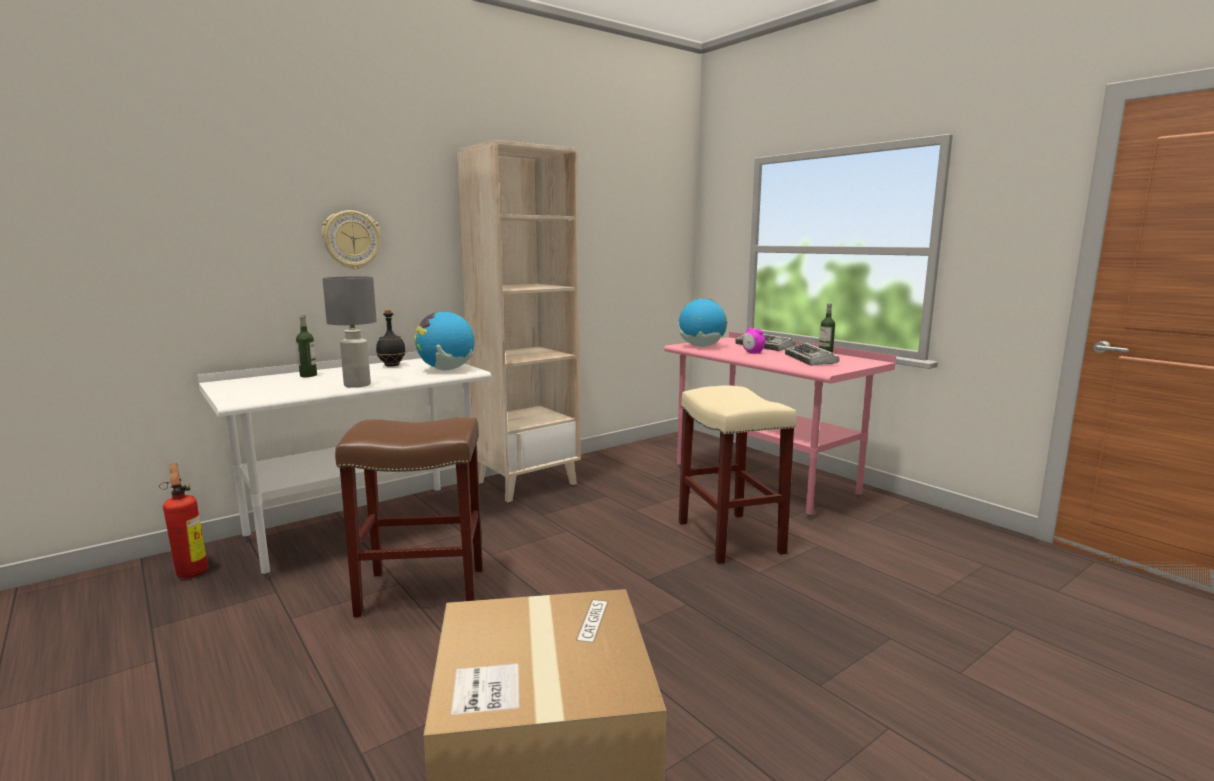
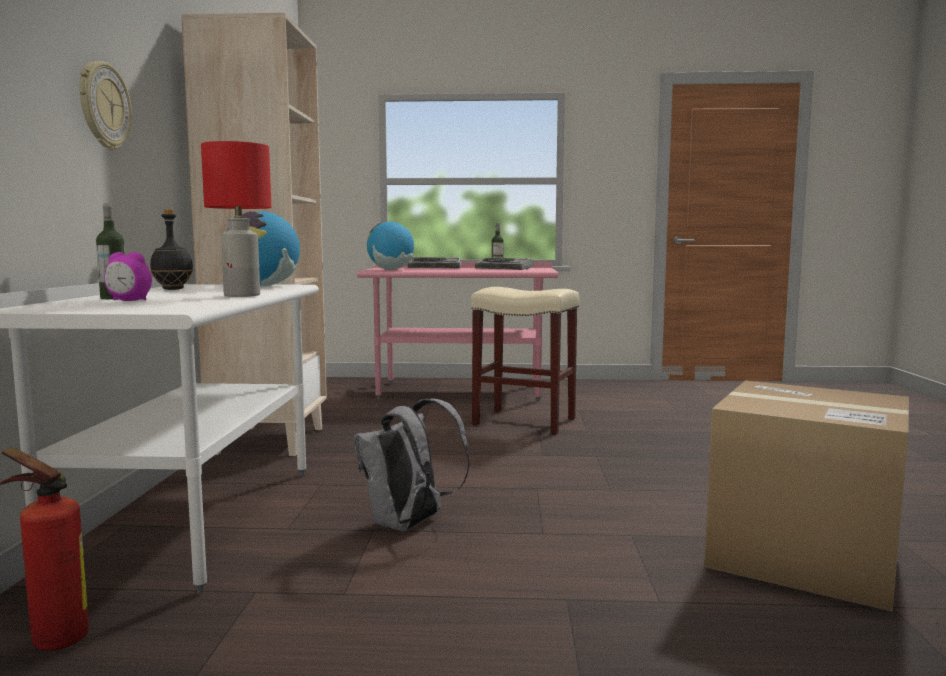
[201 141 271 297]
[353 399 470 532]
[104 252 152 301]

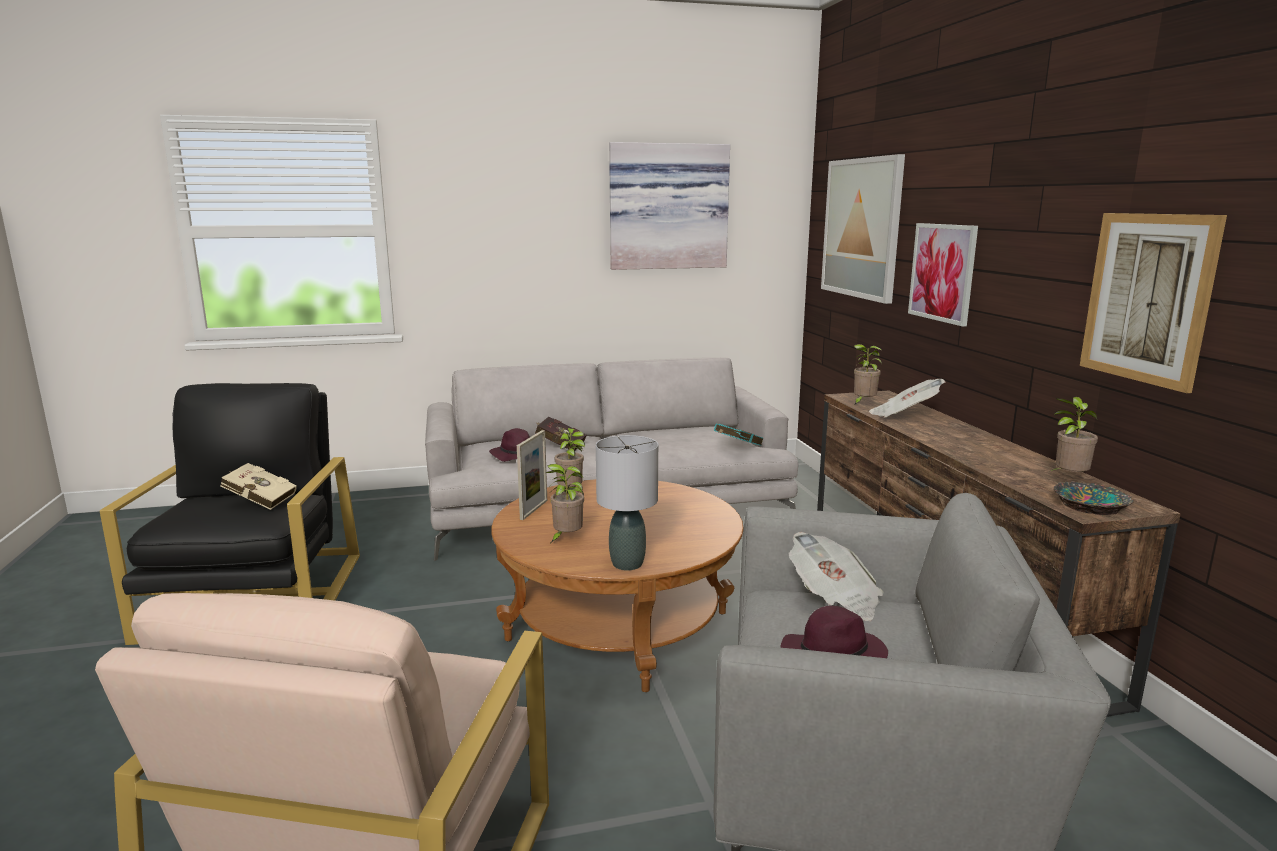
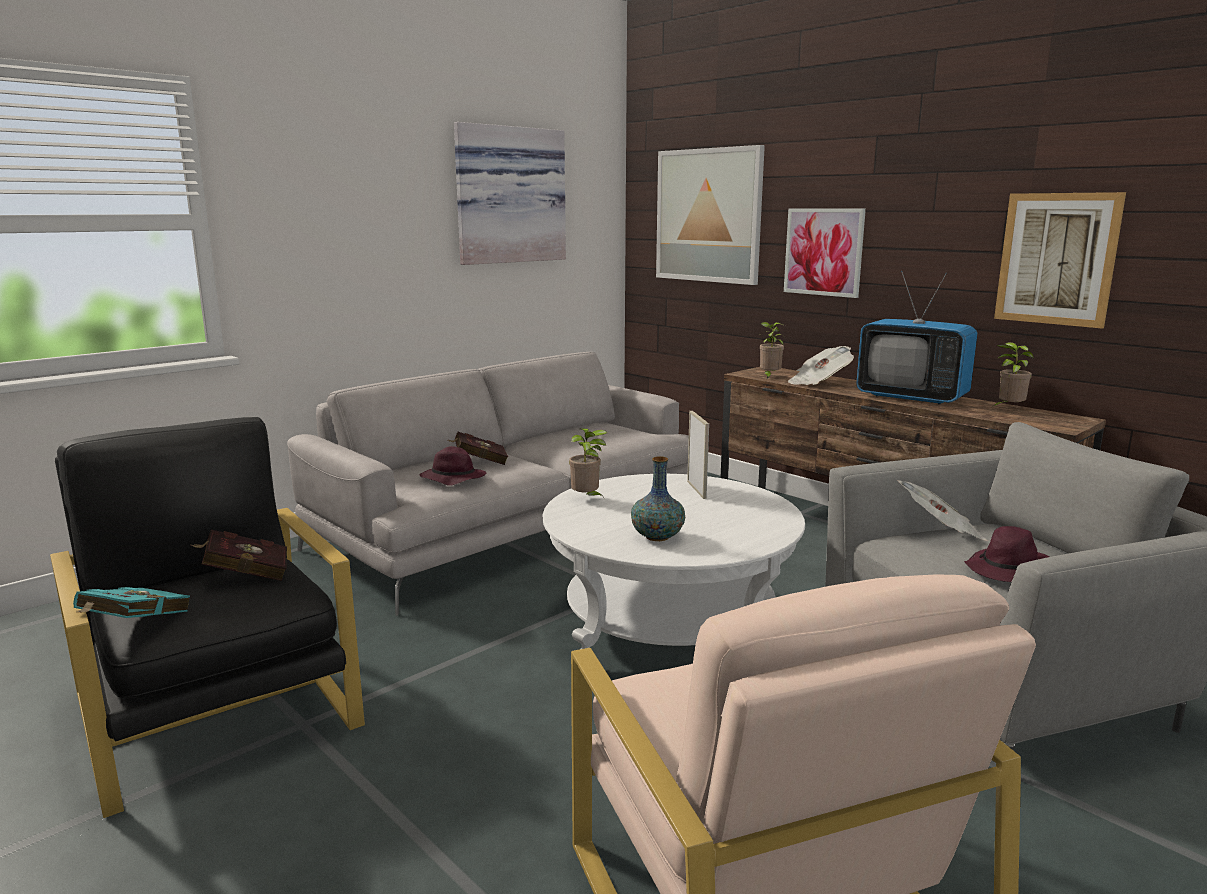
[192 530 287 581]
[543 474 805 649]
[687 411 709 499]
[631 456 685 541]
[596 435 658 570] (first image)
[73 587 190 618]
[1054 481 1134 515] (first image)
[856 271 977 404]

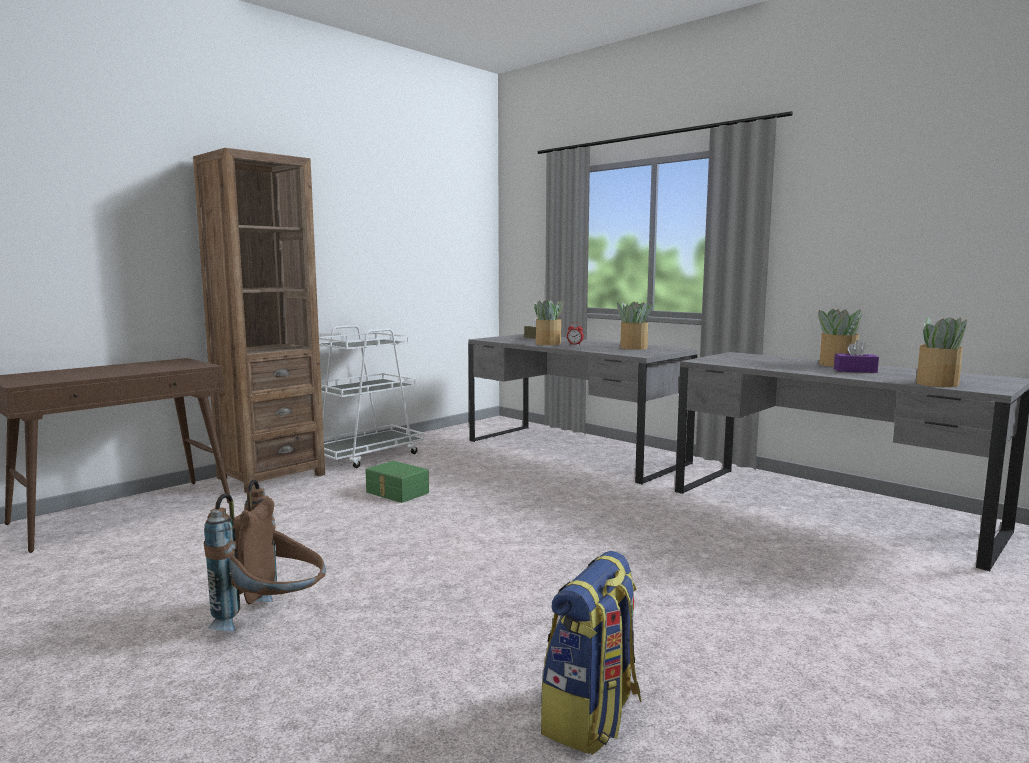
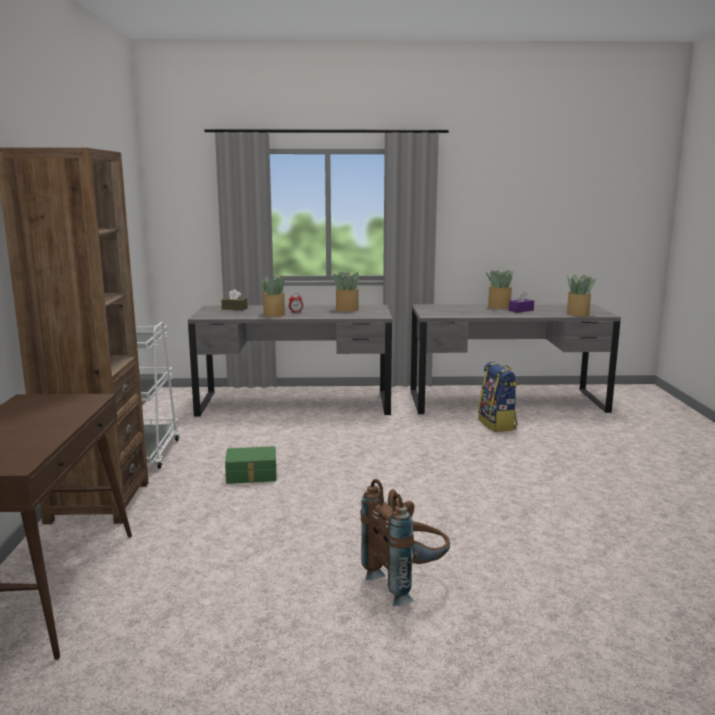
[478 362 518 432]

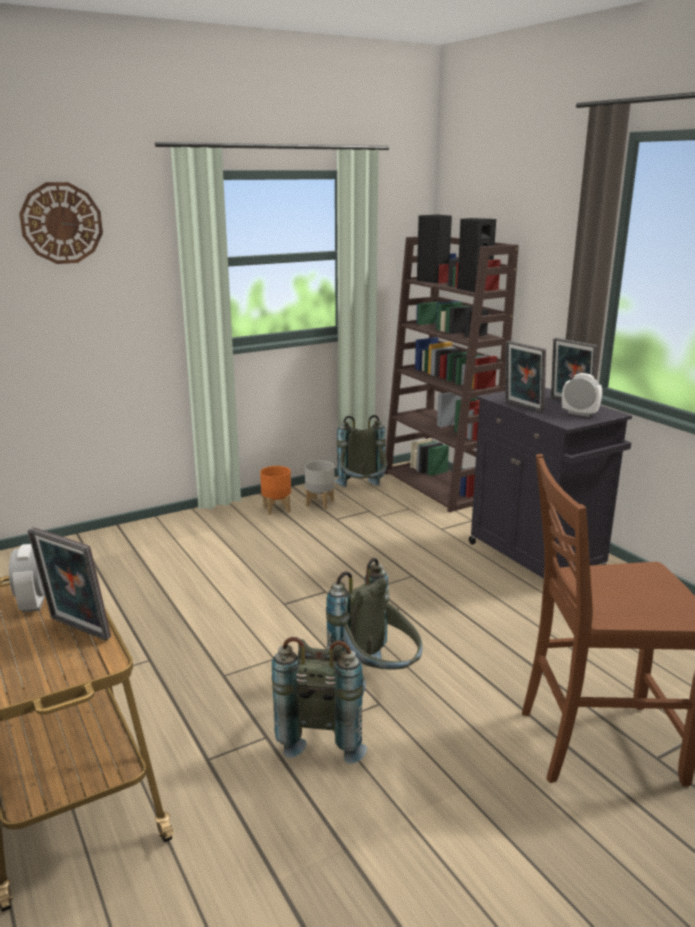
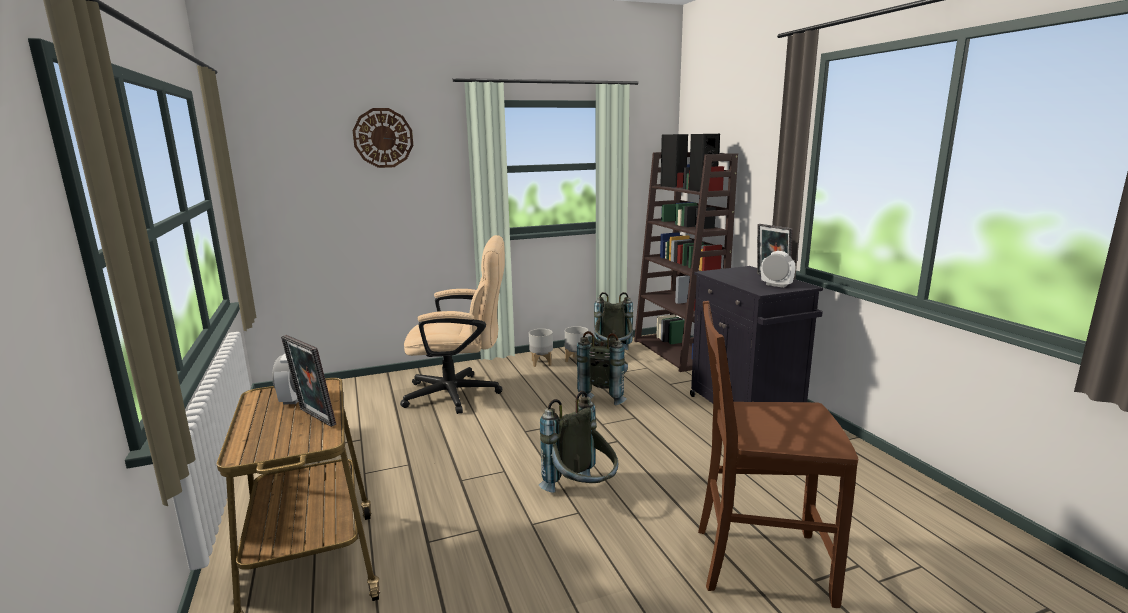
[529 329 553 367]
[577 331 628 405]
[505 341 546 412] (first image)
[400 235 505 414]

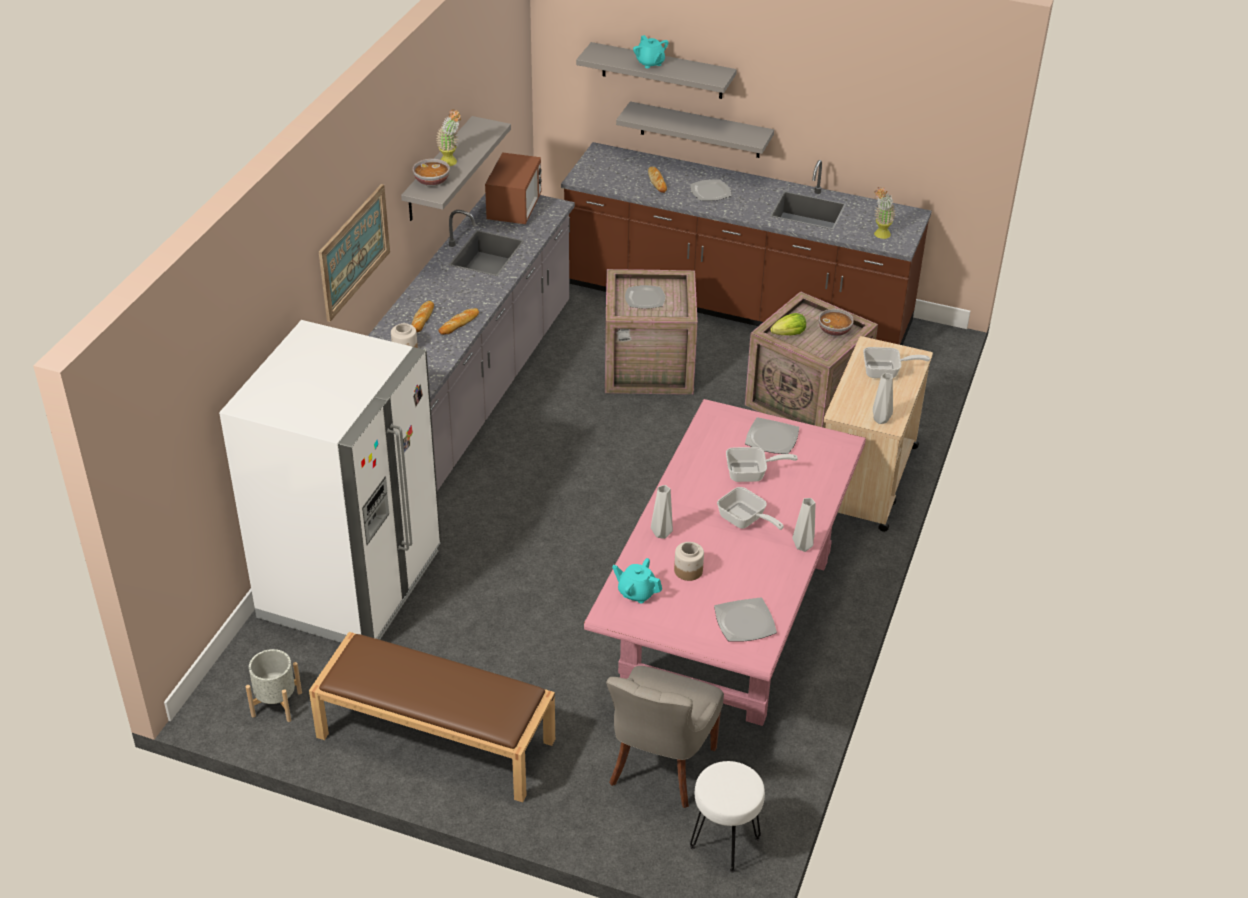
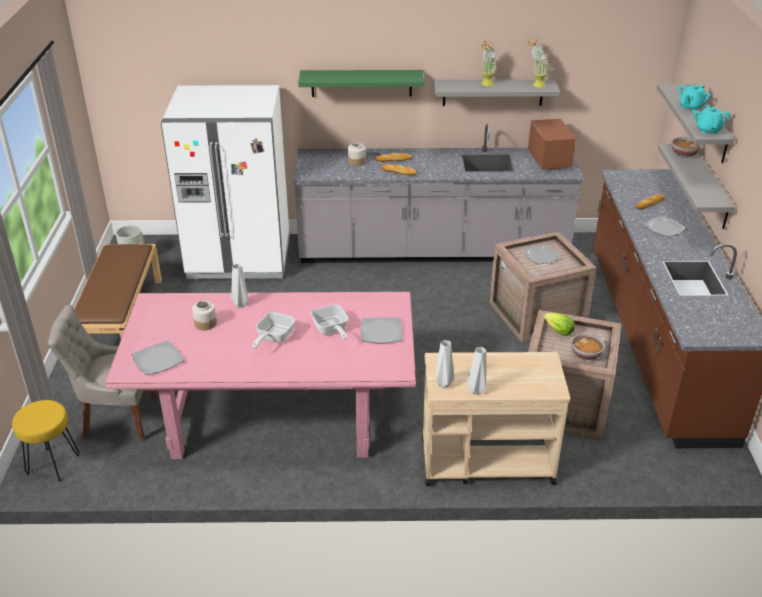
[298 70 424 97]
[671 137 701 158]
[528 119 576 170]
[694 105 731 134]
[12 400 80 481]
[467 347 486 395]
[863 347 930 378] (first image)
[528 38 549 88]

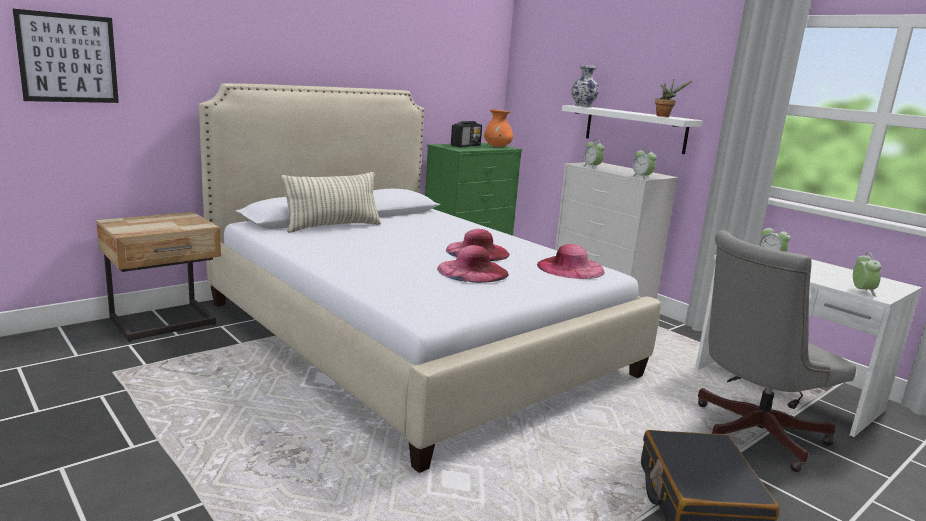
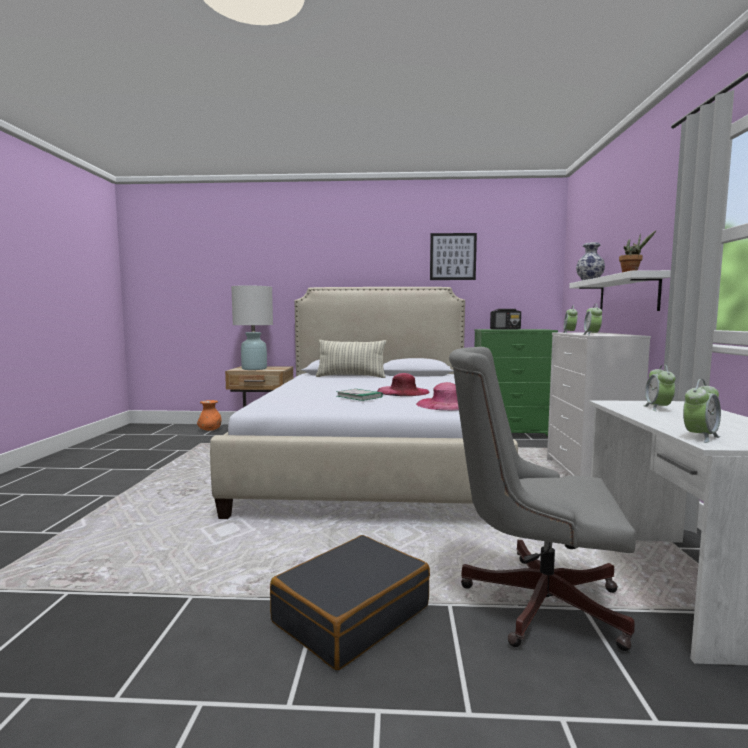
[430 233 477 280]
[337 389 383 401]
[197 400 221 431]
[231 285 273 370]

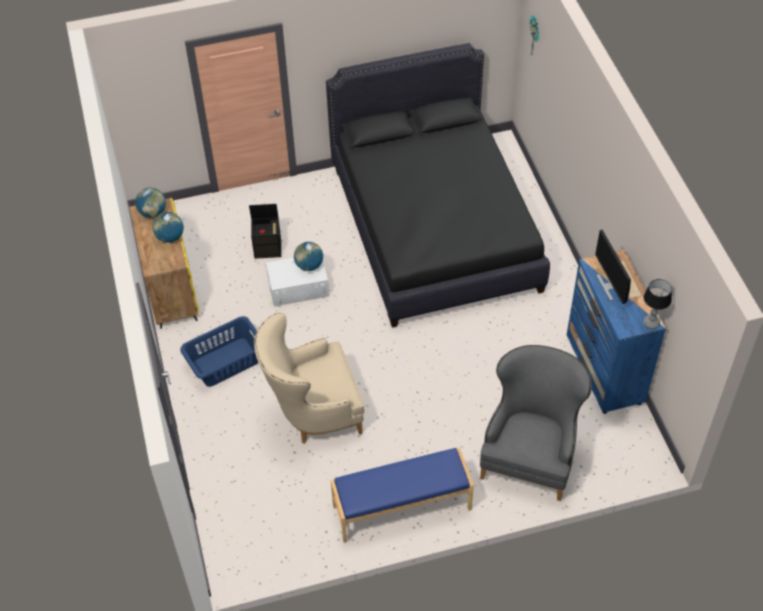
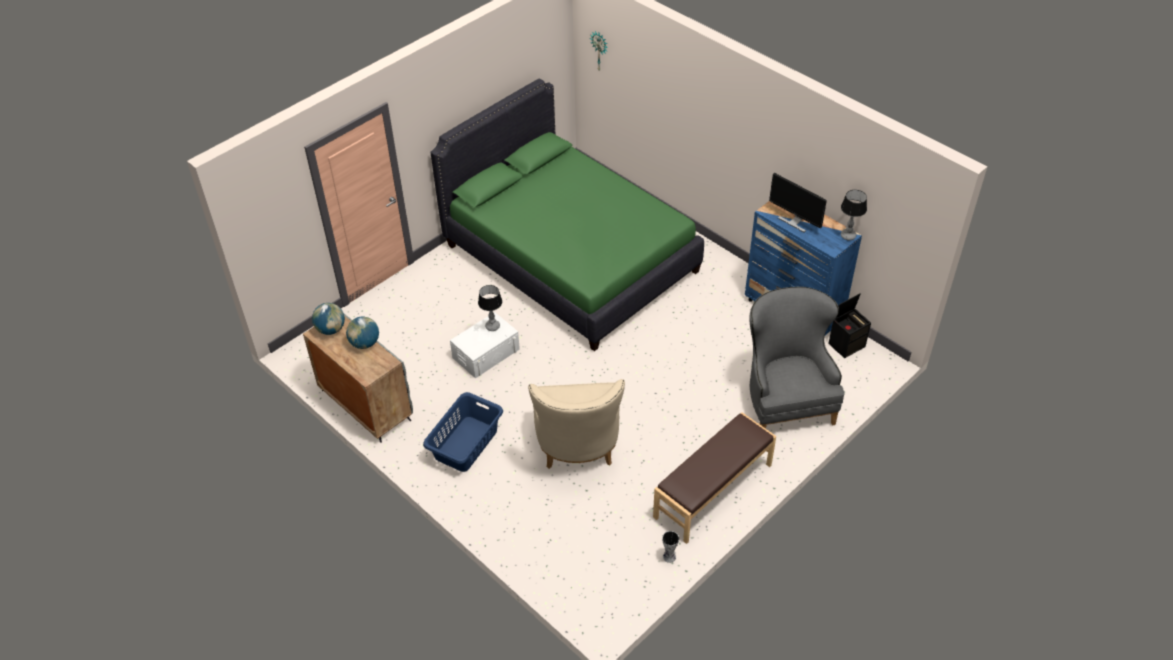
[303 314 413 443]
[828 293 871 358]
[528 379 625 469]
[478 285 502 331]
[430 78 704 351]
[653 412 776 544]
[662 531 679 563]

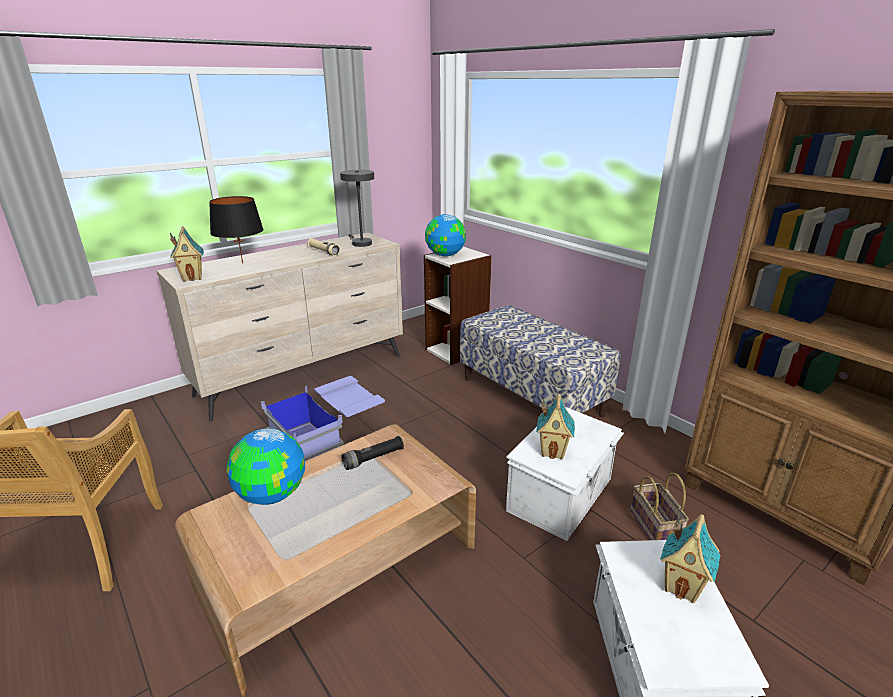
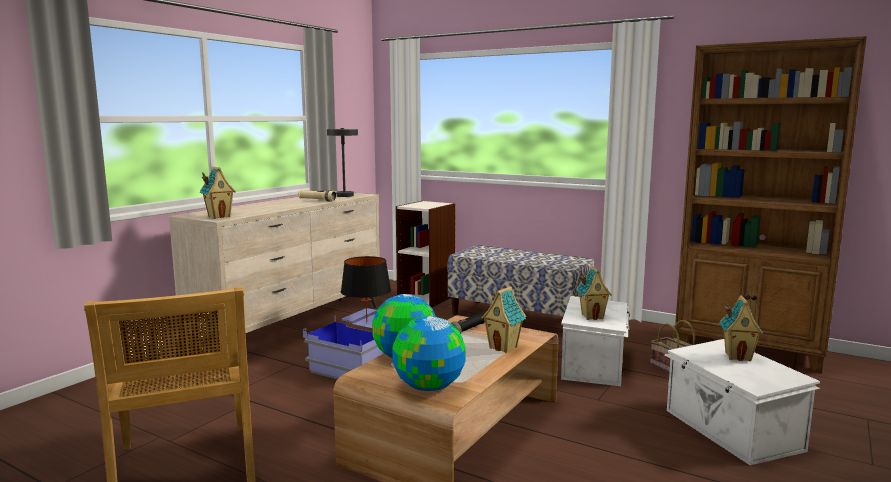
[341 256 391 322]
[392 316 466 391]
[481 286 526 353]

